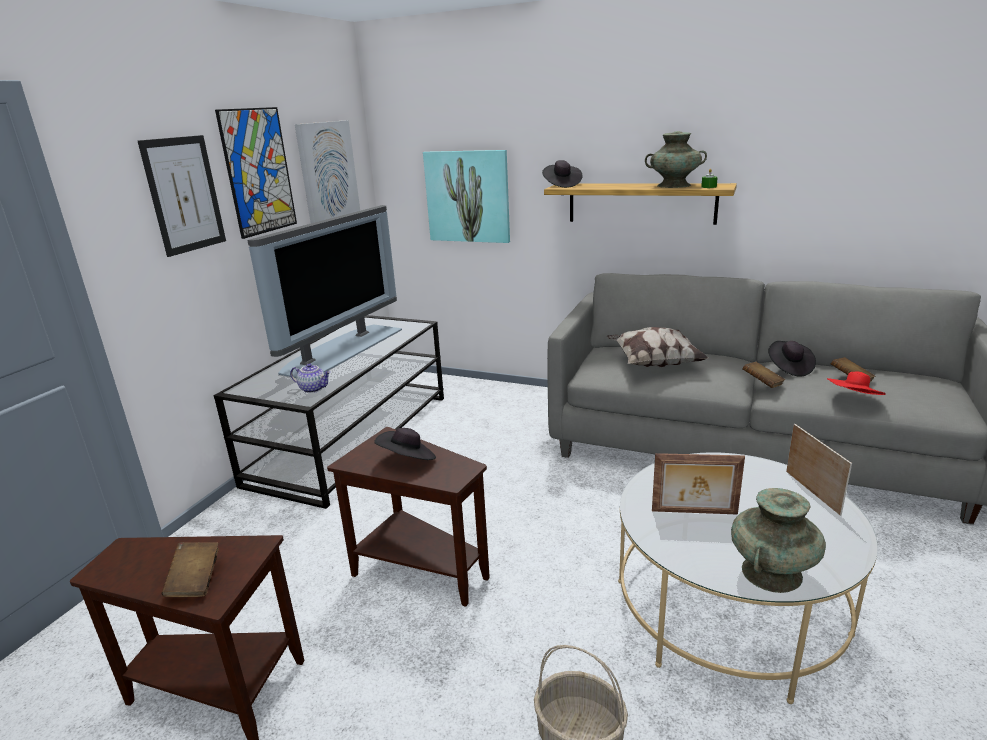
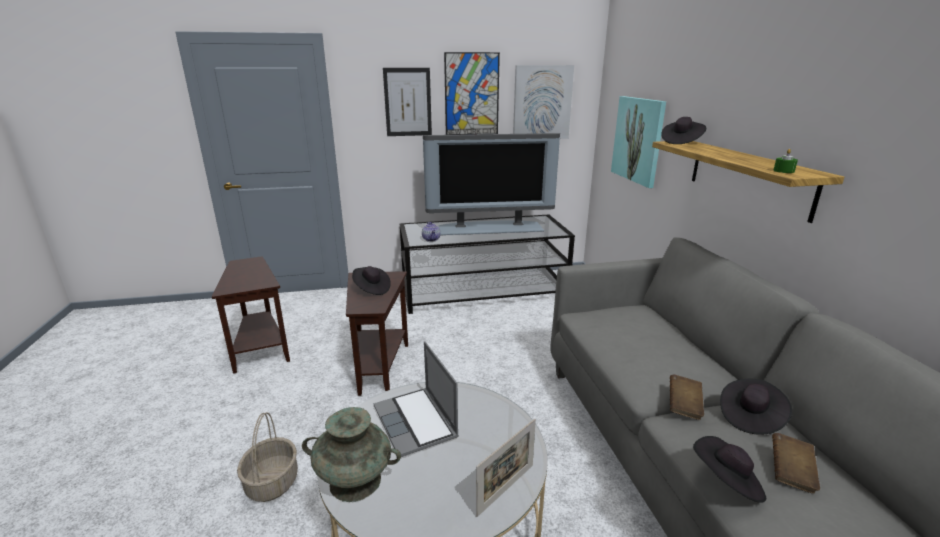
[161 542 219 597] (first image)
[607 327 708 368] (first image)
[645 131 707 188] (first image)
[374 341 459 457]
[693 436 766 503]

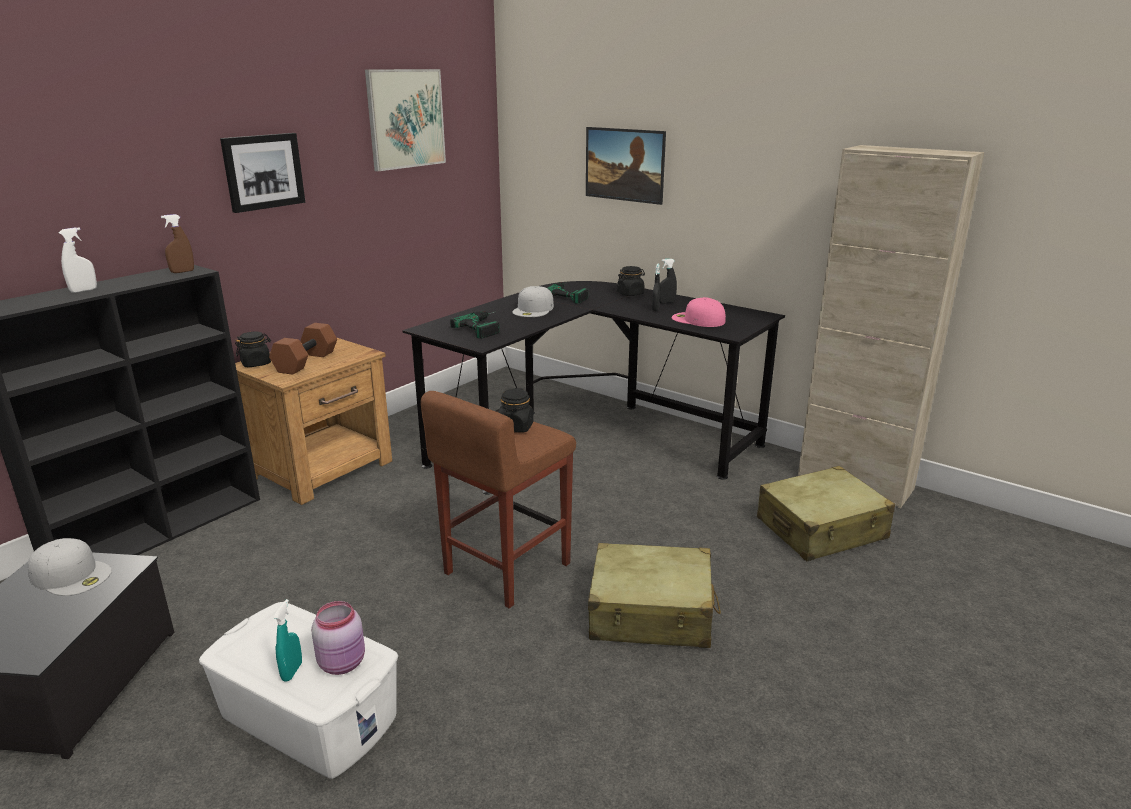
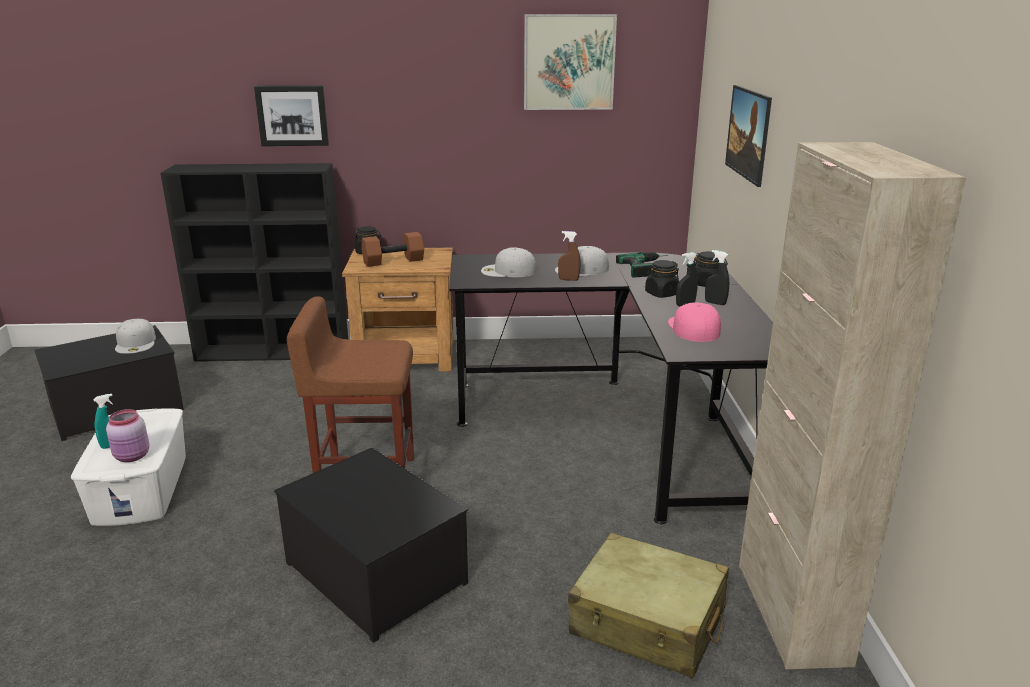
[59 227 97 293] (first image)
[558 231 580 281]
[254 85 329 146]
[481 247 536 277]
[645 260 679 298]
[274 448 468 643]

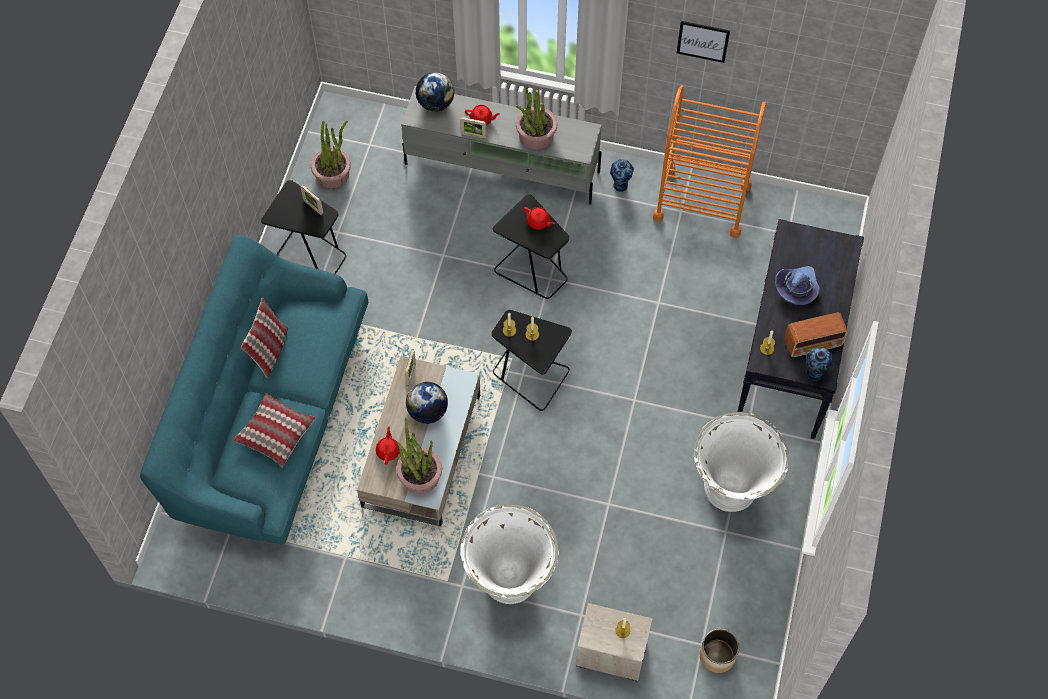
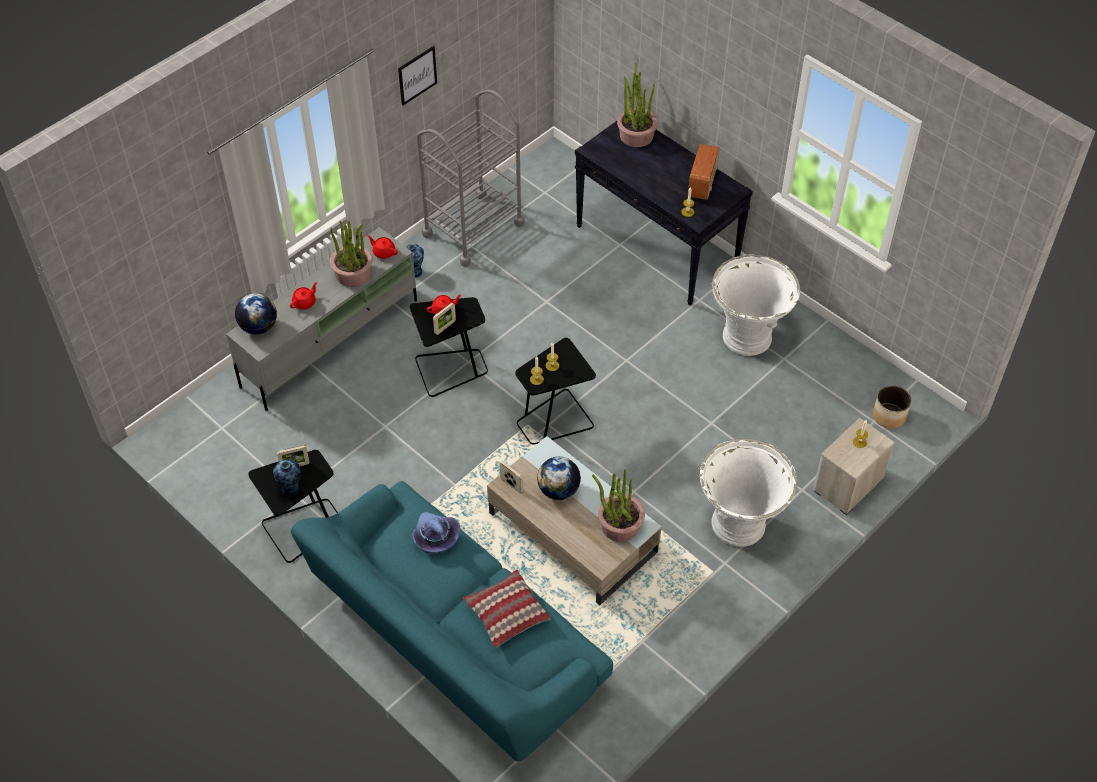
[241 298 288 378] (first image)
[617 63 658 147]
[367 235 398 259]
[433 302 456 335]
[417 90 525 267]
[412 512 460 553]
[273 459 301 497]

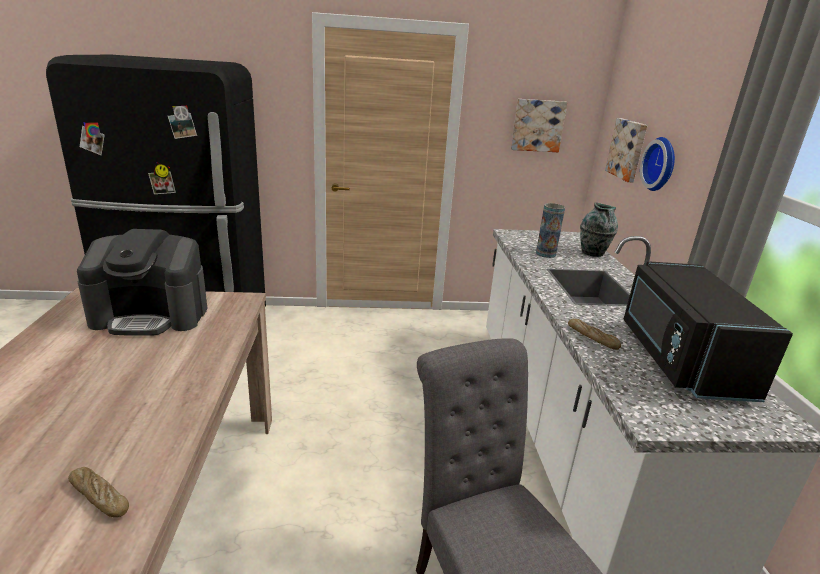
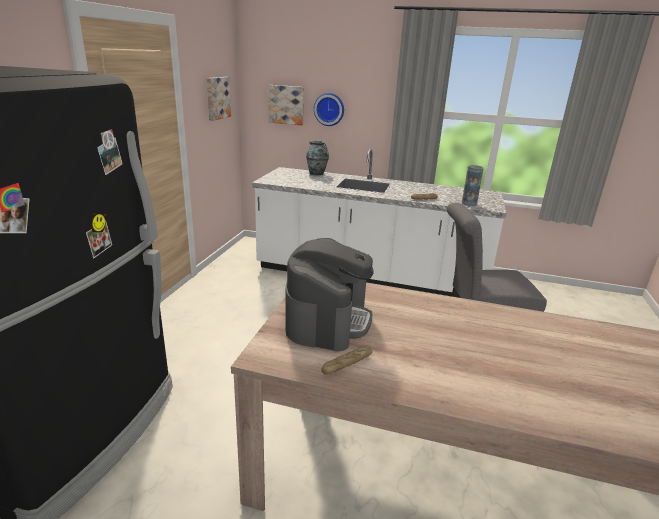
[322 345 372 375]
[462 165 484 206]
[623 261 793 402] (first image)

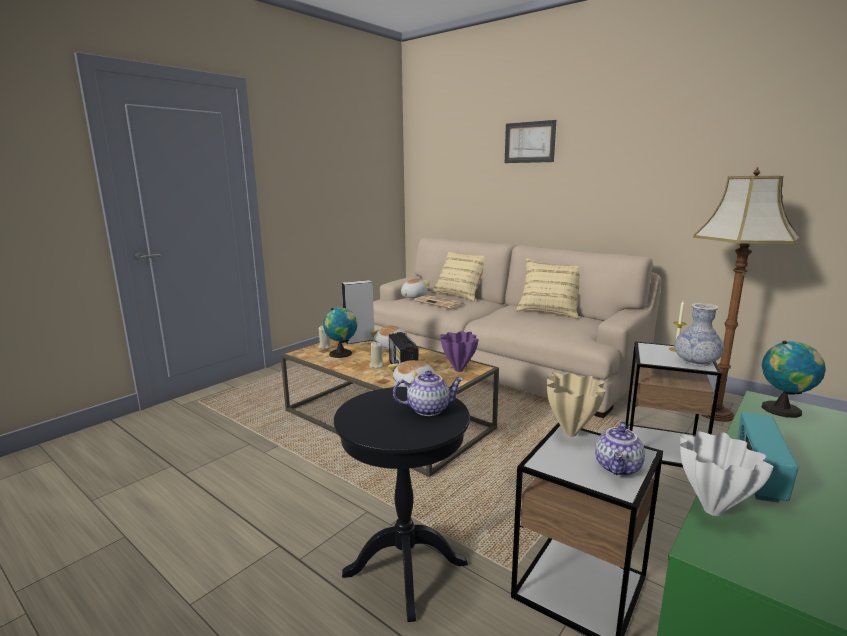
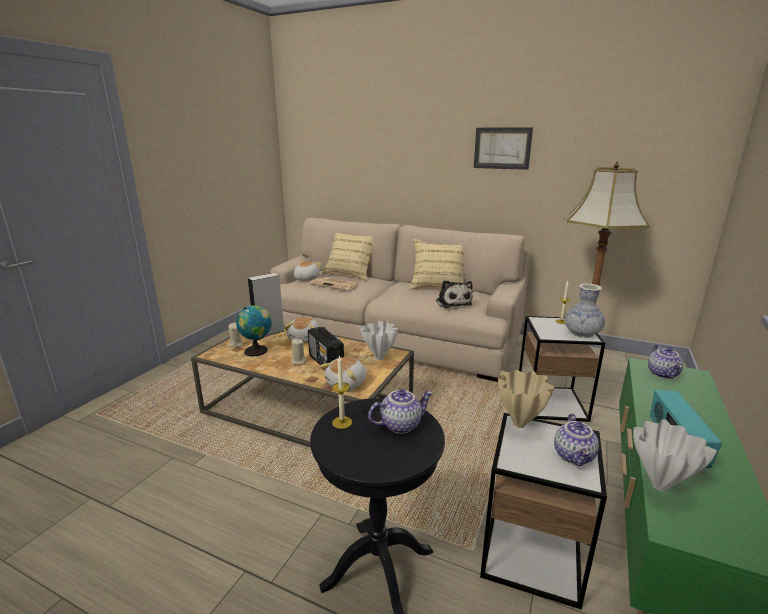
[360 321 398 360]
[474 127 533 170]
[648 344 683 379]
[332 355 352 429]
[436 280 473 308]

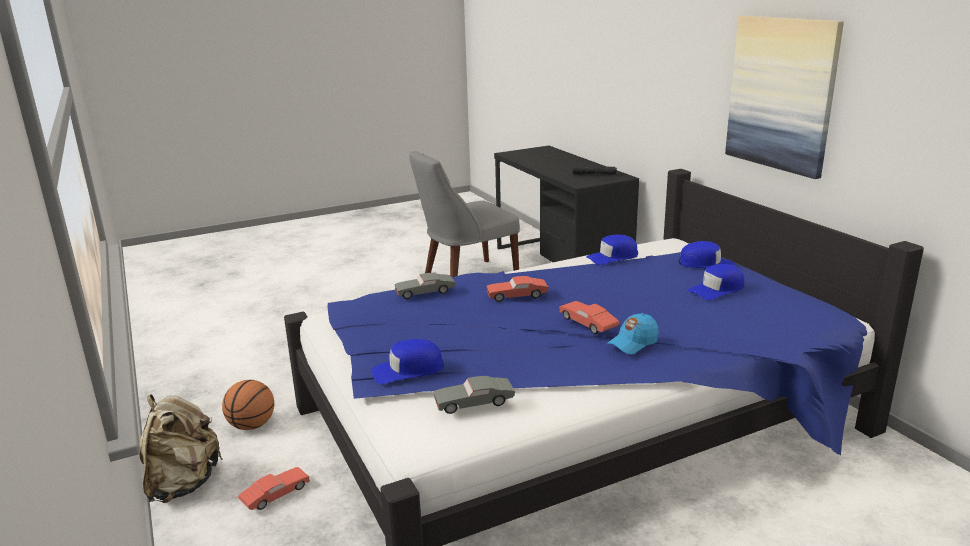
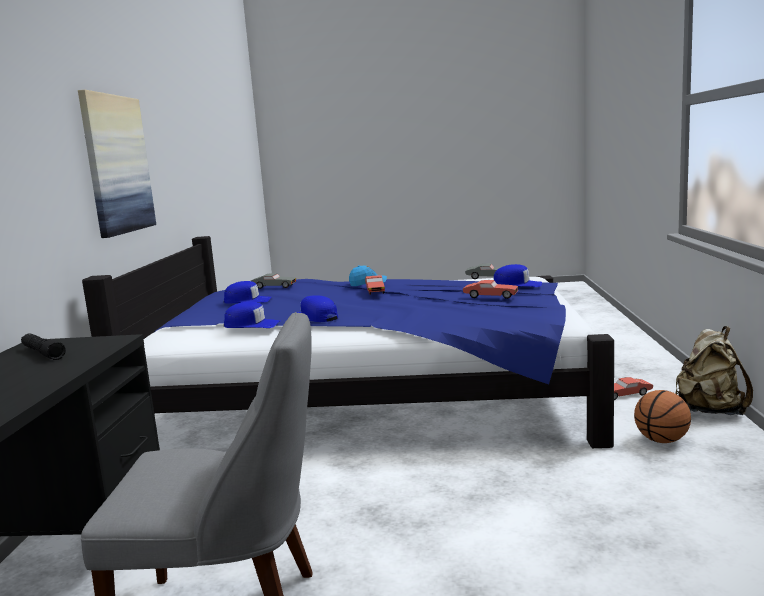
[251 273 296 289]
[463 280 518 299]
[297 295 338 322]

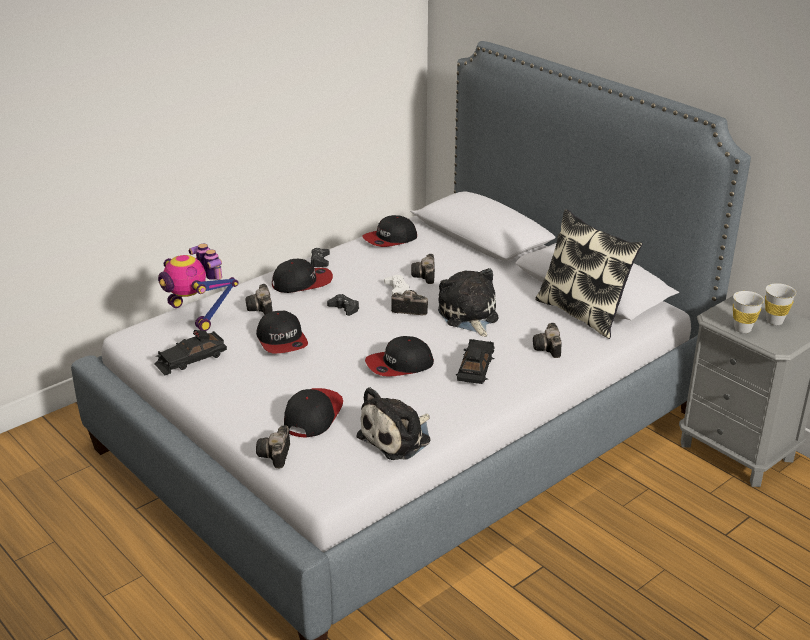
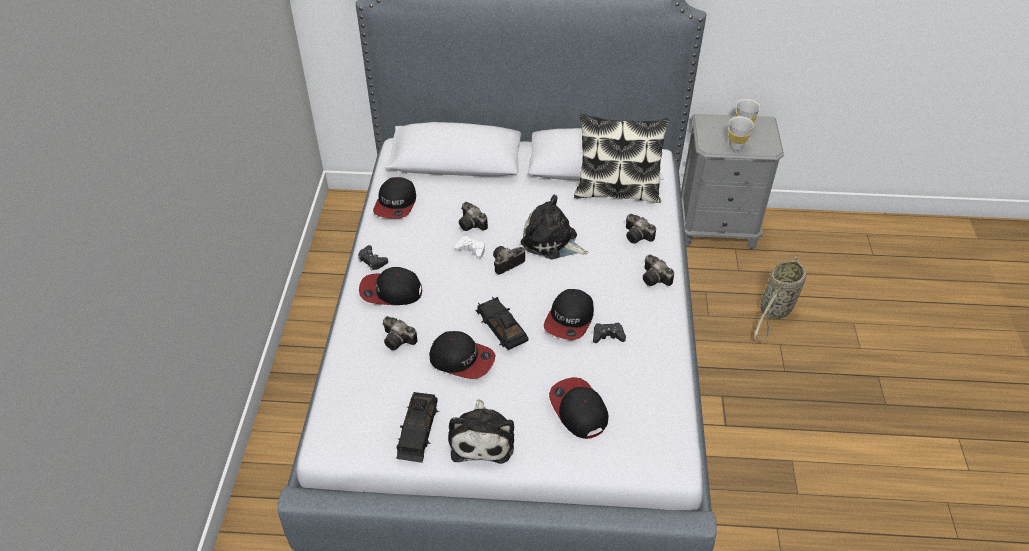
[158 244 239 331] (first image)
[643 254 674 286]
[359 267 422 305]
[593 323 626 343]
[448 399 514 464]
[476 297 528 350]
[754 256 807 342]

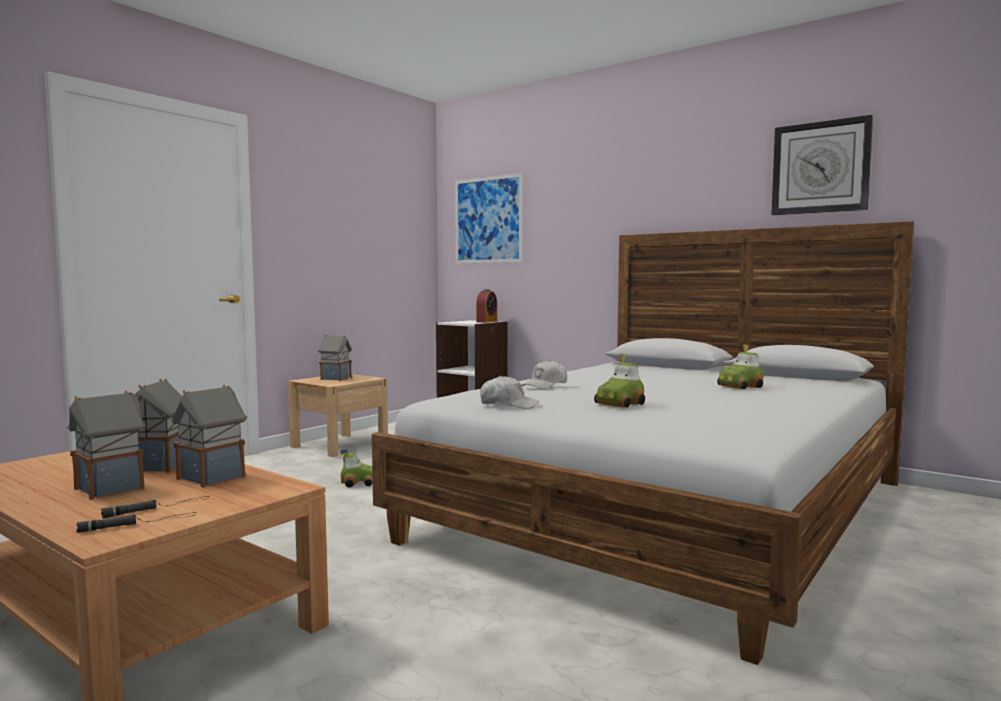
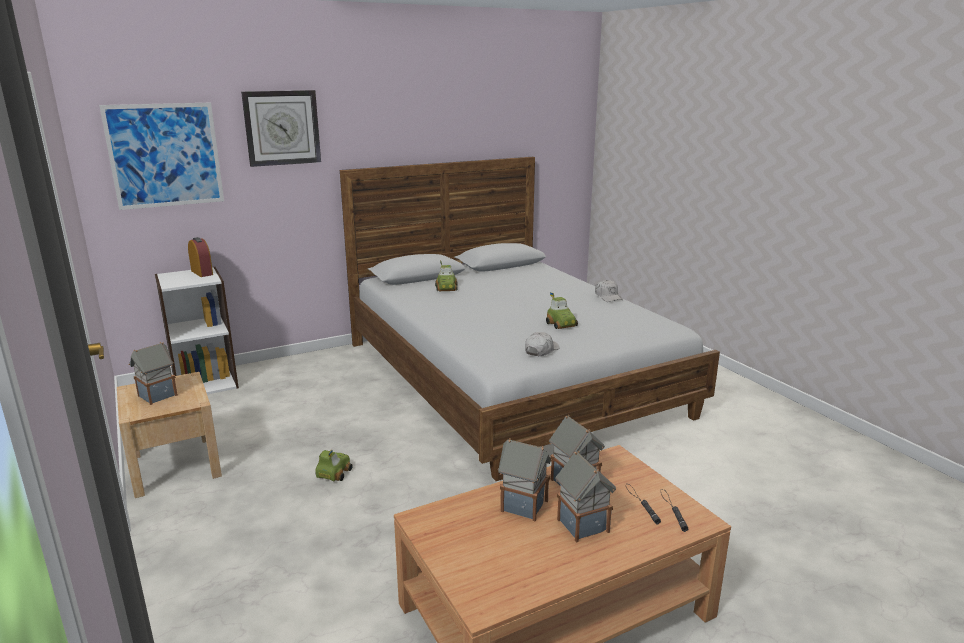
[595 280 623 302]
[435 260 458 291]
[241 90 321 167]

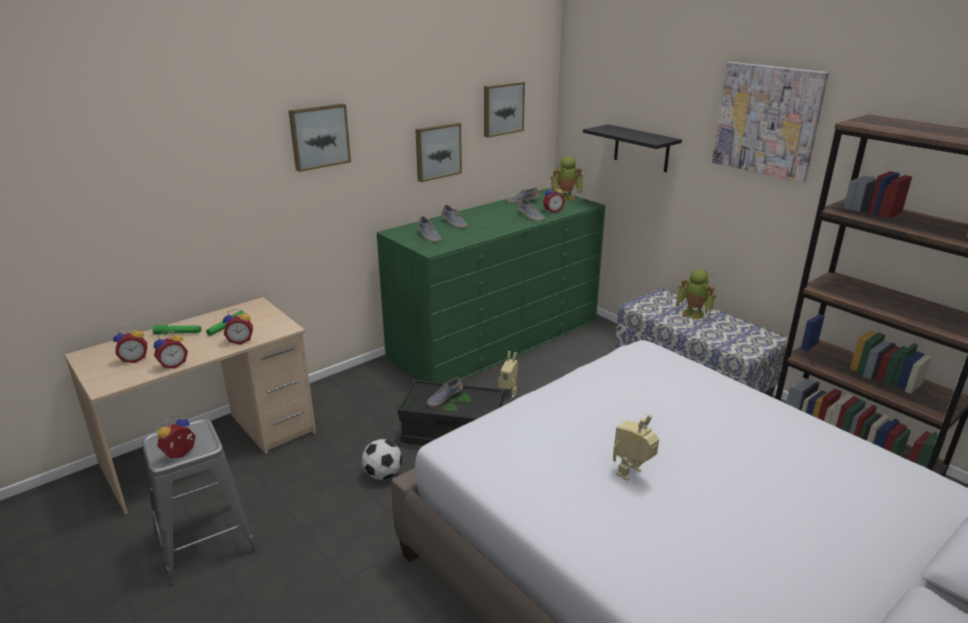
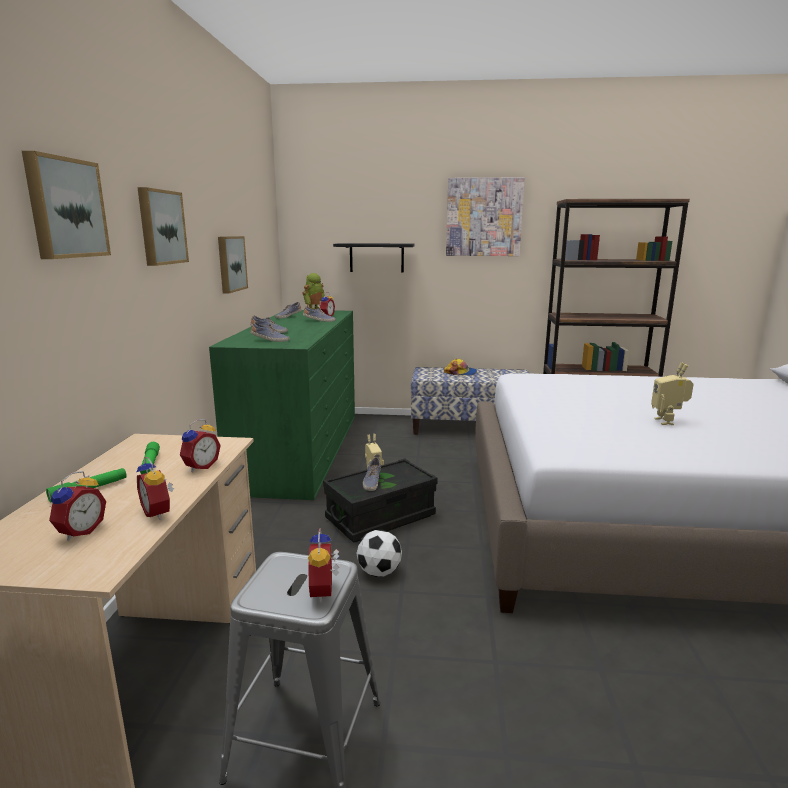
[137 457 174 520]
[22 151 111 259]
[444 359 477 376]

